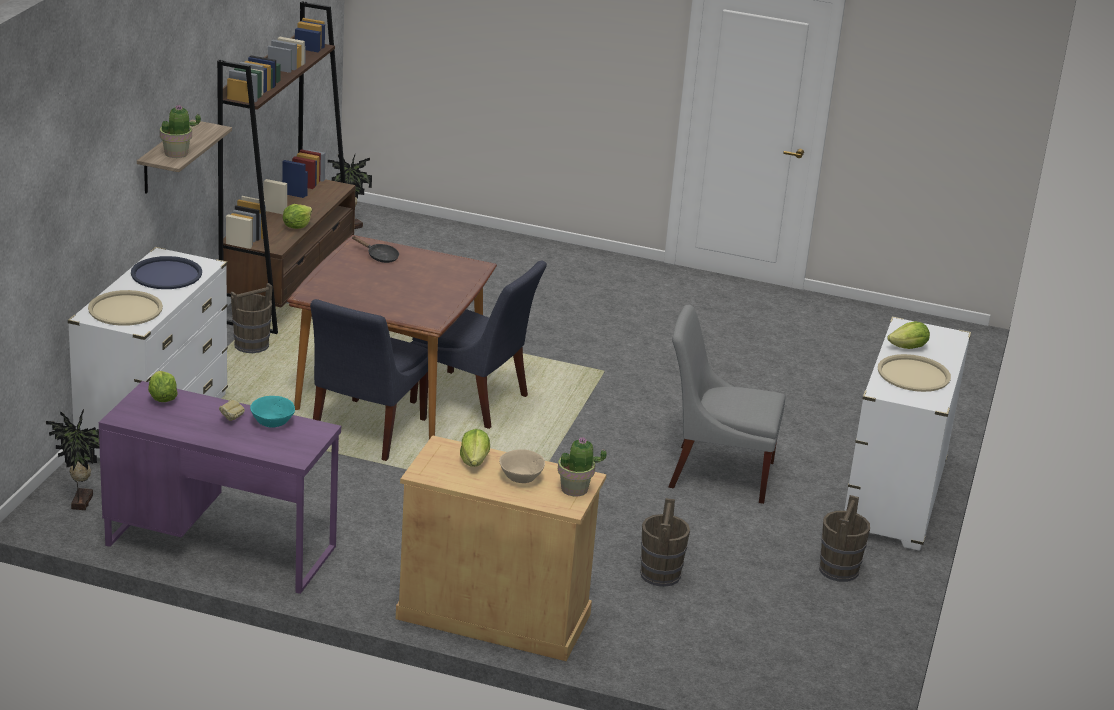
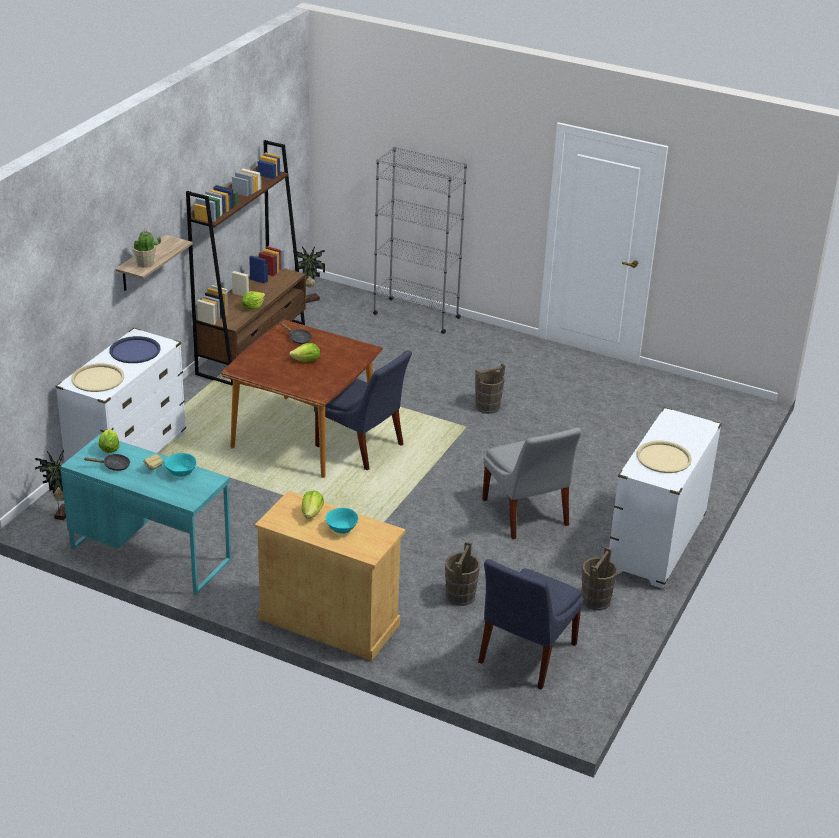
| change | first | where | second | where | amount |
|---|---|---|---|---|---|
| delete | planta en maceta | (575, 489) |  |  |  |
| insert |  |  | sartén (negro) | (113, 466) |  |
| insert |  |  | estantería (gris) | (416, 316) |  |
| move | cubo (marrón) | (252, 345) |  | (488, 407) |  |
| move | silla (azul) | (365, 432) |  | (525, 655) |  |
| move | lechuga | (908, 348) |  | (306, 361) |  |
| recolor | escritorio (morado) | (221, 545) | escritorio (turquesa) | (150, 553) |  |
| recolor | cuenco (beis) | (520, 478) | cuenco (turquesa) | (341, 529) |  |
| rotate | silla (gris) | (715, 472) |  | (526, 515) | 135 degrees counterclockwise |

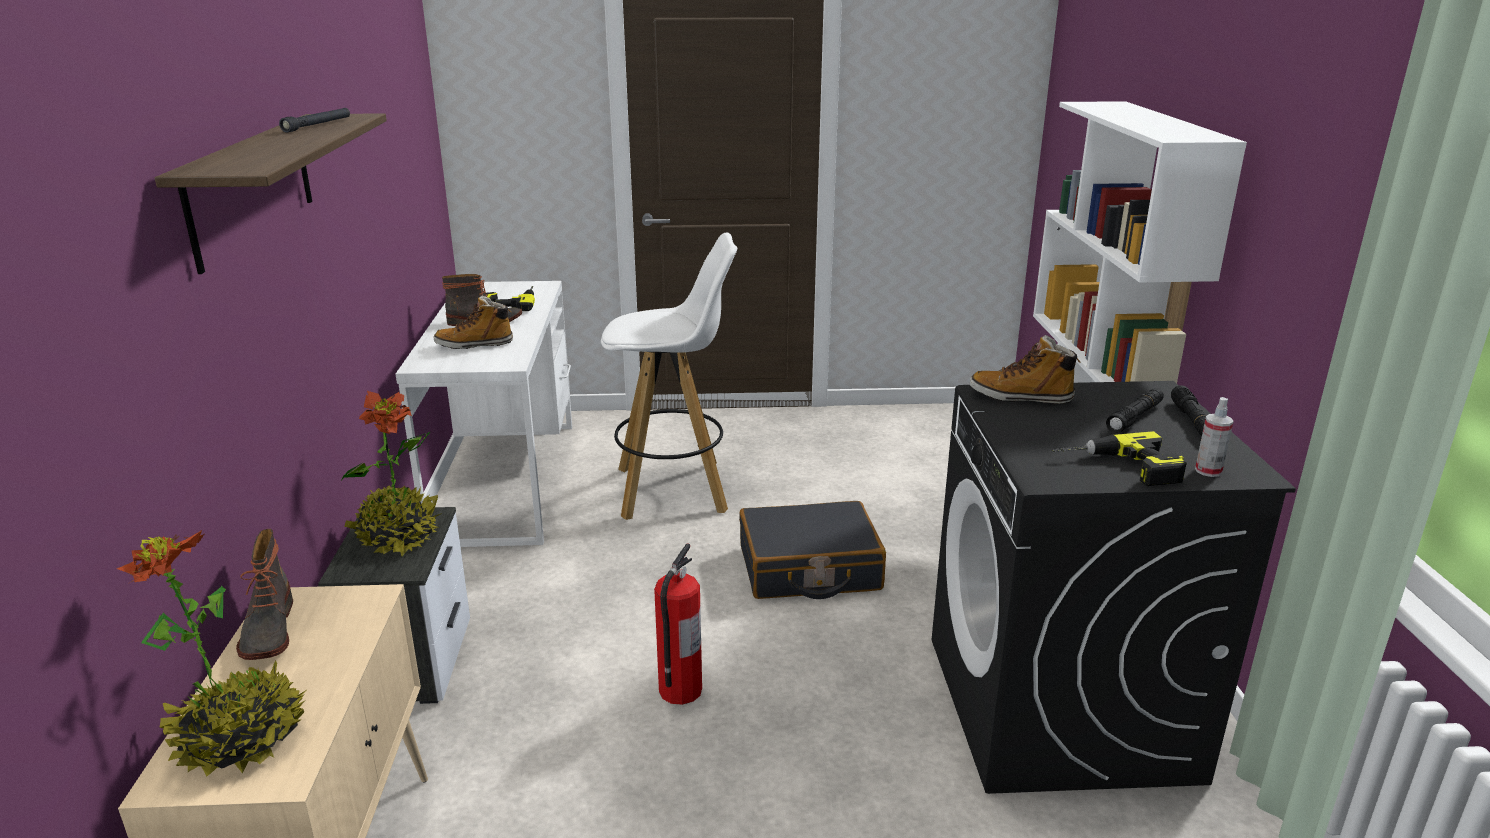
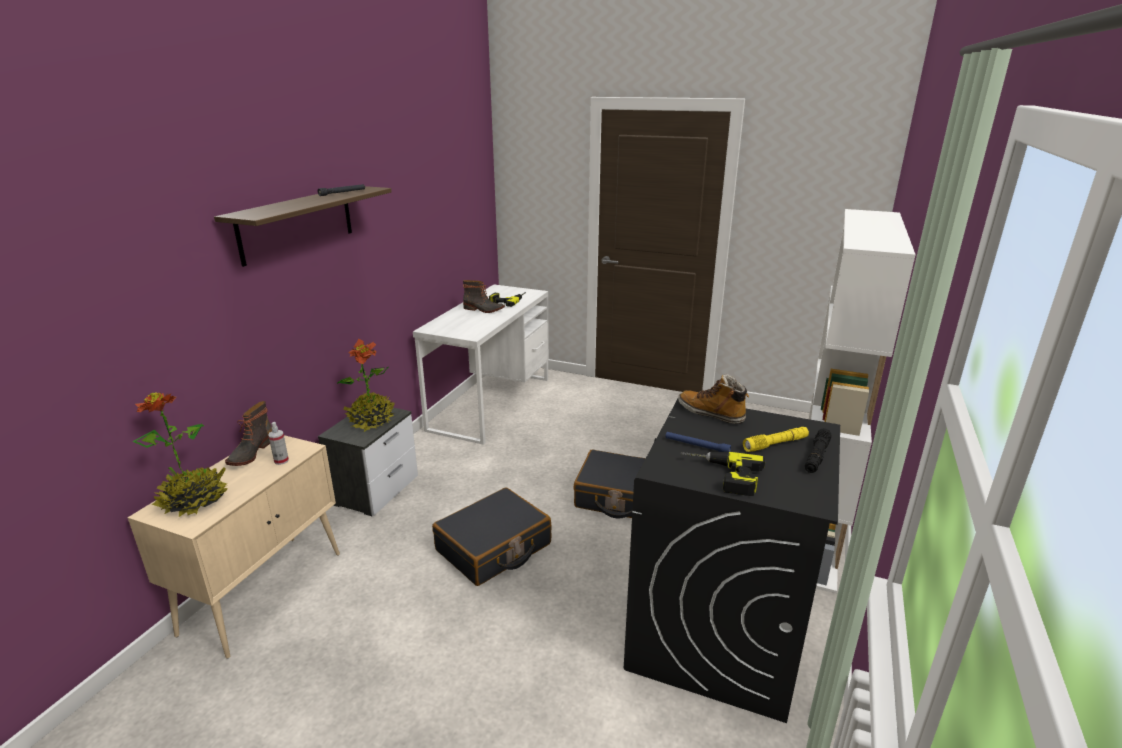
| change | first | where | second | where | amount |
|---|---|---|---|---|---|
| delete | bota | (475, 344) |  |  |  |
| delete | taburete (blanco) | (674, 490) |  |  |  |
| insert |  |  | linterna (azul) | (696, 446) |  |
| move | pulverizador | (1208, 471) |  | (281, 461) |  |
| replace | extintor | (680, 690) | maleta (negro) | (494, 548) |  |
| recolor | linterna (negro) | (1135, 418) | linterna (amarillo) | (775, 444) |  |

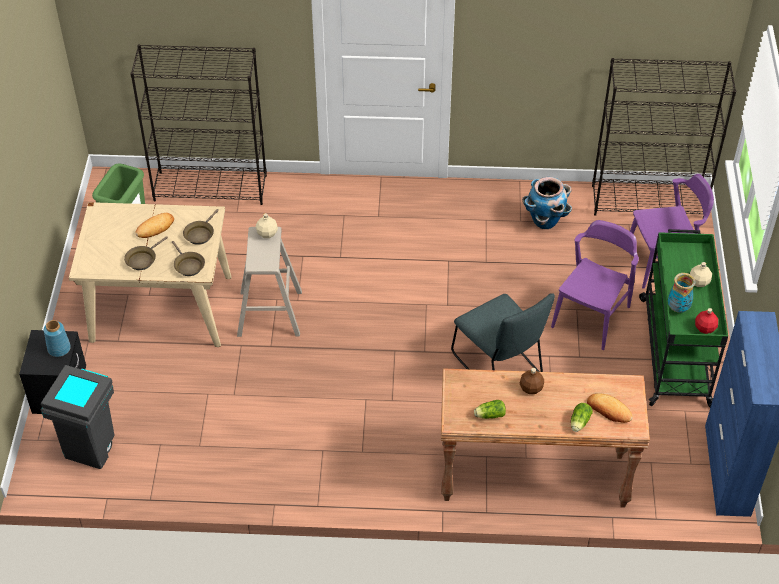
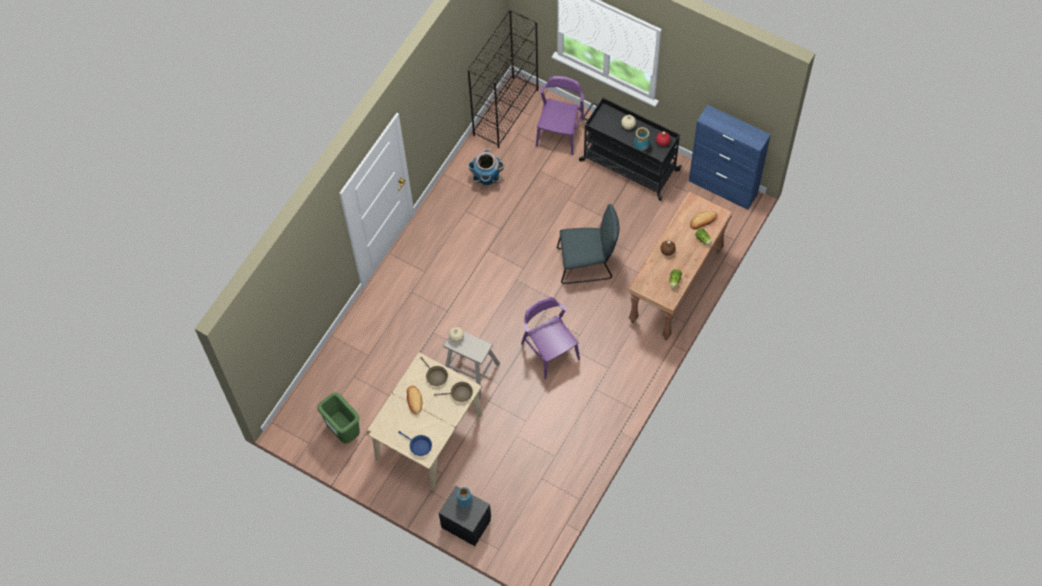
| change | first | where | second | where | amount |
|---|---|---|---|---|---|
| delete | papelera (gris) | (93, 447) |  |  |  |
| delete | sartén (marrón) | (142, 259) |  |  |  |
| delete | estantería (negro) | (211, 188) |  |  |  |
| insert |  |  | sartén (azul) | (419, 446) |  |
| move | silla (morado) | (591, 317) |  | (550, 351) |  |
| recolor | carrito (verde) | (674, 350) | carrito (negro) | (628, 165) |  |

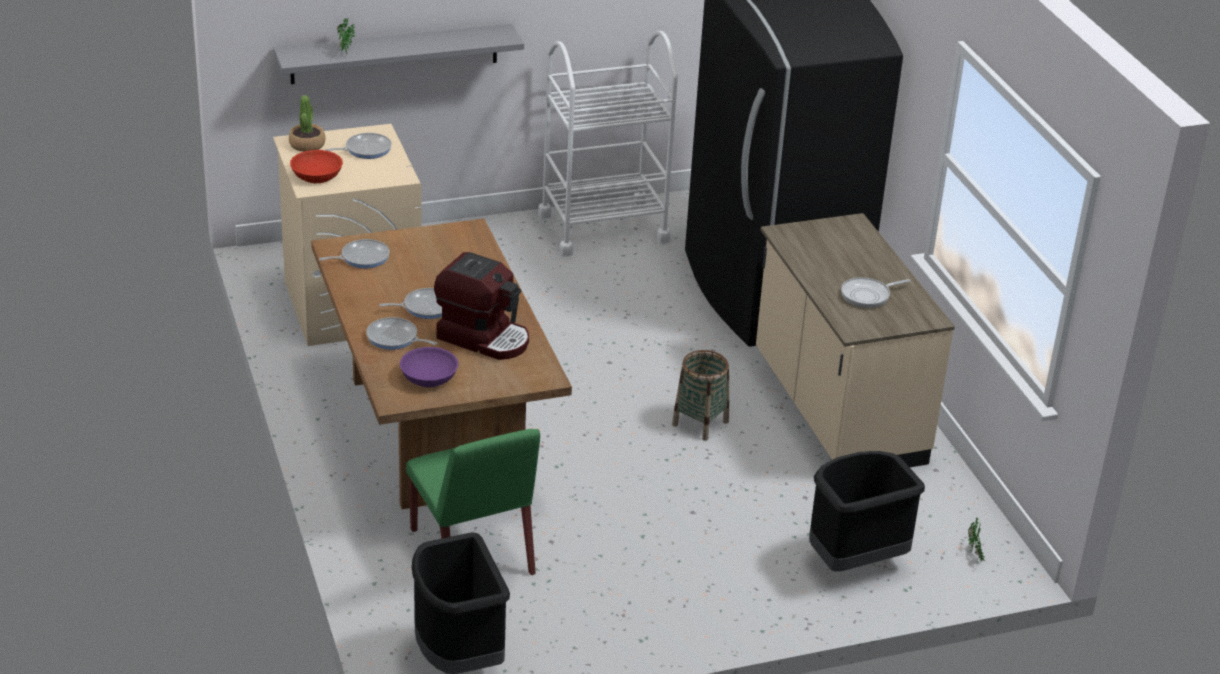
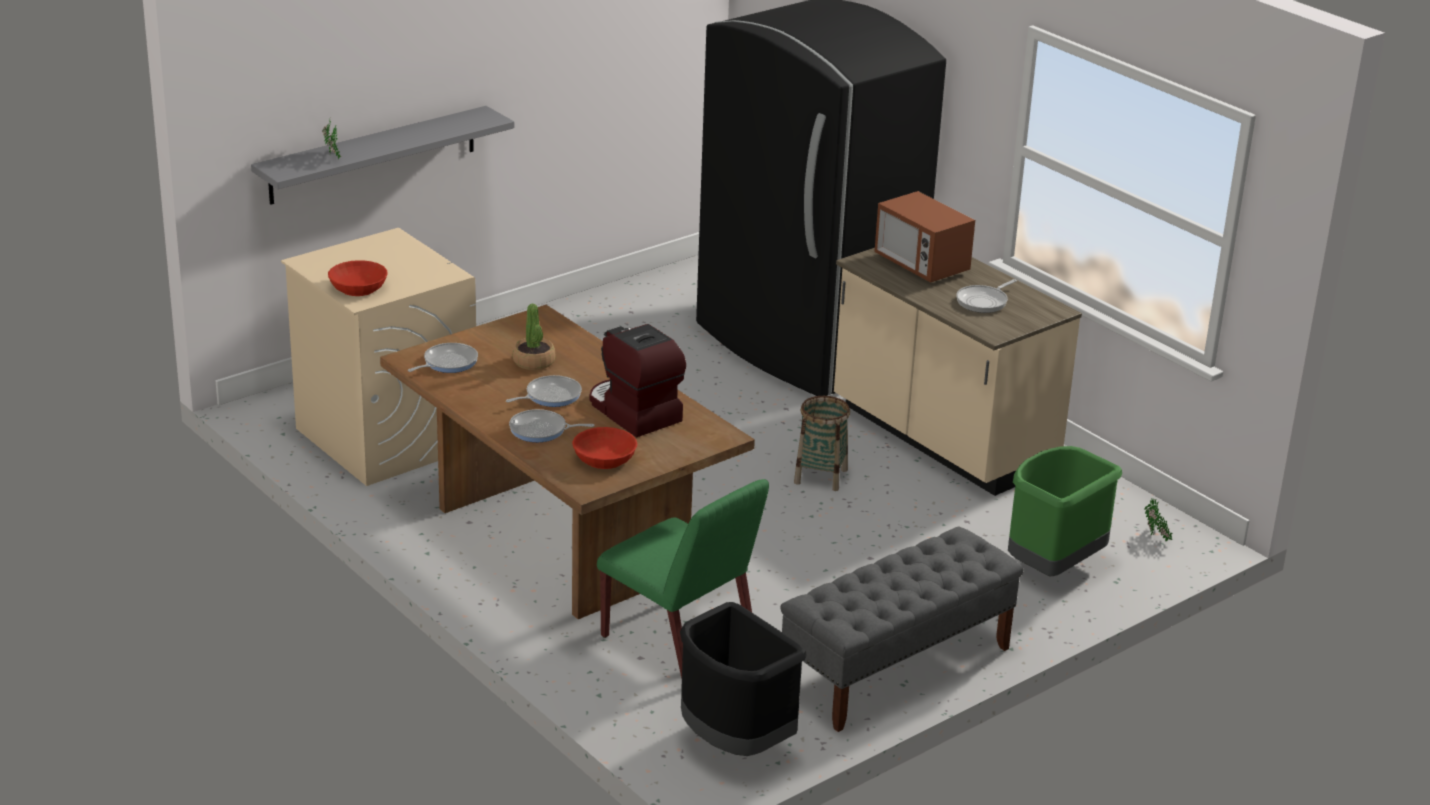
| change | first | where | second | where | amount |
|---|---|---|---|---|---|
| delete | sartén | (365, 149) |  |  |  |
| delete | carrito (blanco) | (603, 227) |  |  |  |
| insert |  |  | banco (gris) | (896, 669) |  |
| insert |  |  | microondas | (921, 266) |  |
| move | planta en maceta | (307, 145) |  | (534, 362) |  |
| recolor | cuenco (morado) | (429, 376) | cuenco (rojo) | (604, 458) |  |
| recolor | papelera (negro) | (854, 561) | papelera (verde) | (1052, 568) |  |
| rotate | cafetera | (484, 337) |  | (632, 412) | 135 degrees counterclockwise |

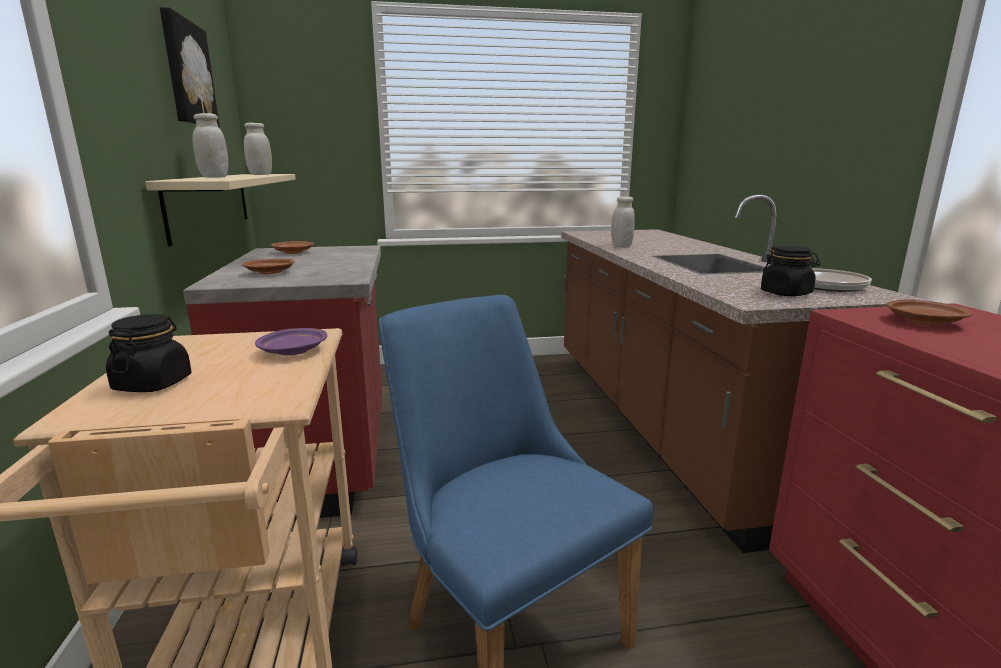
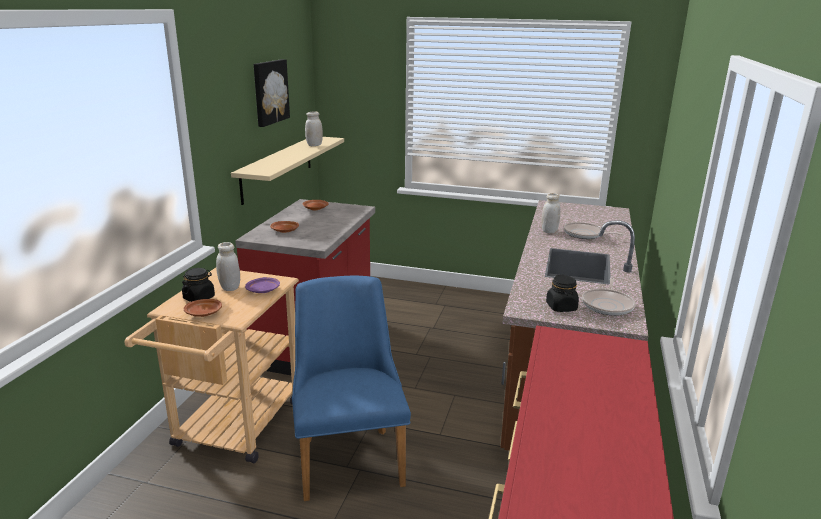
| change | first | where | second | where | amount |
|---|---|---|---|---|---|
| insert |  |  | sartén | (585, 234) |  |
| move | tarro (blanco) | (214, 177) |  | (230, 287) |  |
| move | plato (marrón) | (924, 321) |  | (204, 313) |  |

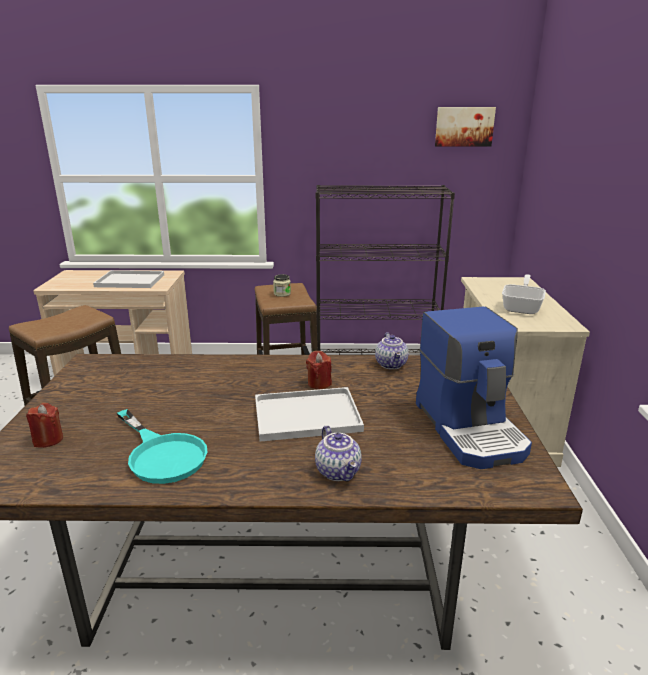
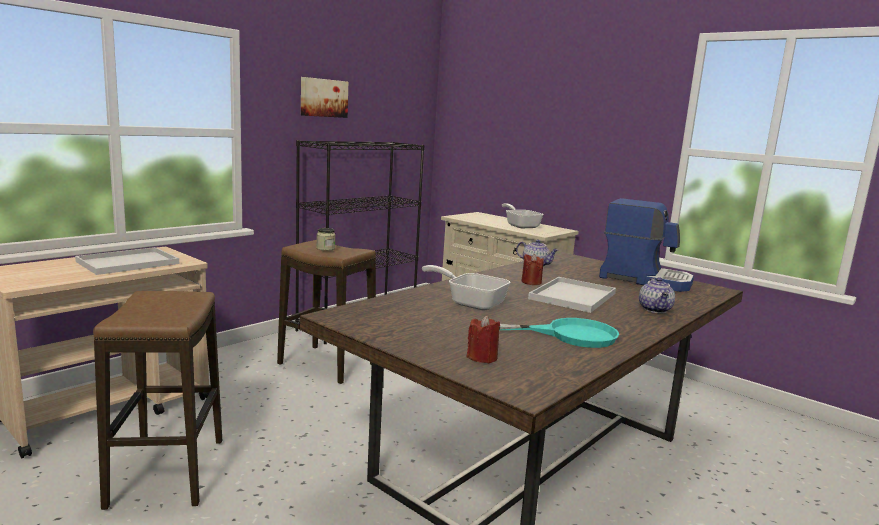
| change | first | where | second | where | amount |
|---|---|---|---|---|---|
| insert |  |  | sartén | (470, 302) |  |
| move | cuadro | (464, 126) |  | (323, 98) |  |
| rotate | tetera | (339, 472) |  | (655, 310) | 75 degrees clockwise |

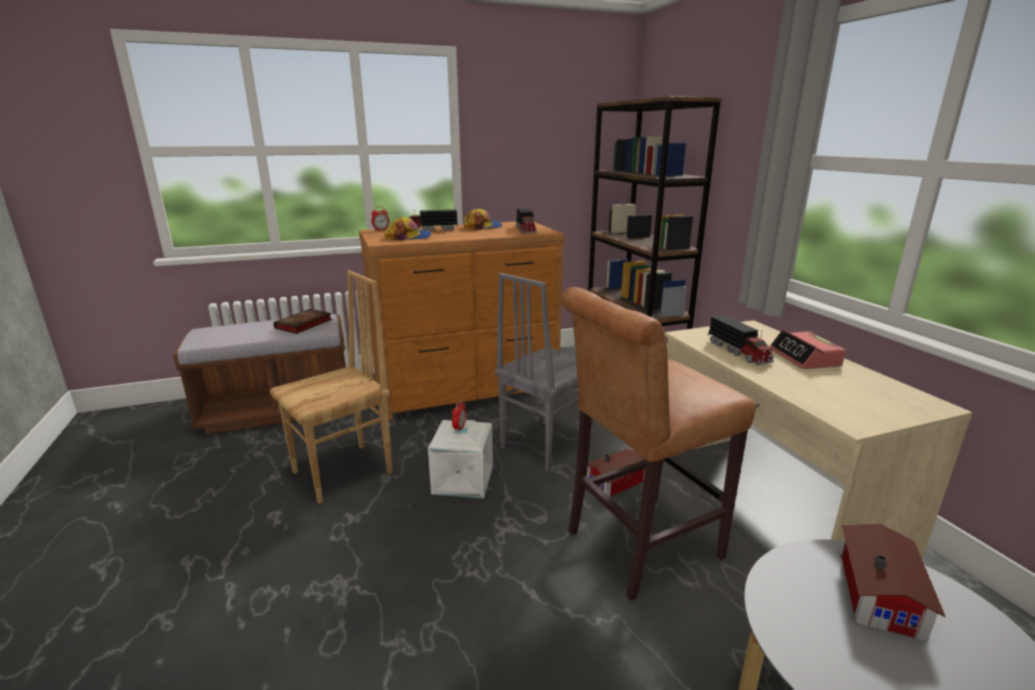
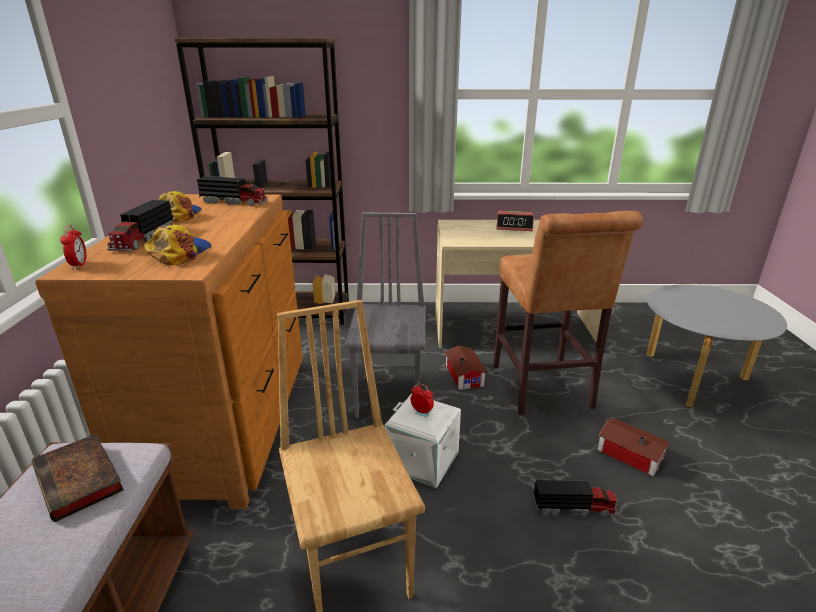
| change | first | where | second | where | amount |
|---|---|---|---|---|---|
| move | camión de juguete | (739, 352) |  | (574, 507) |  |
| move | casita | (882, 591) |  | (629, 452) |  |
| rotate | silla (gris) | (544, 445) |  | (391, 396) | 150 degrees counterclockwise |

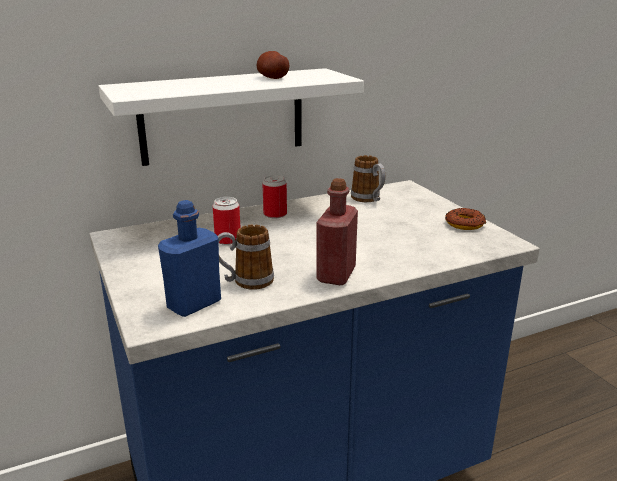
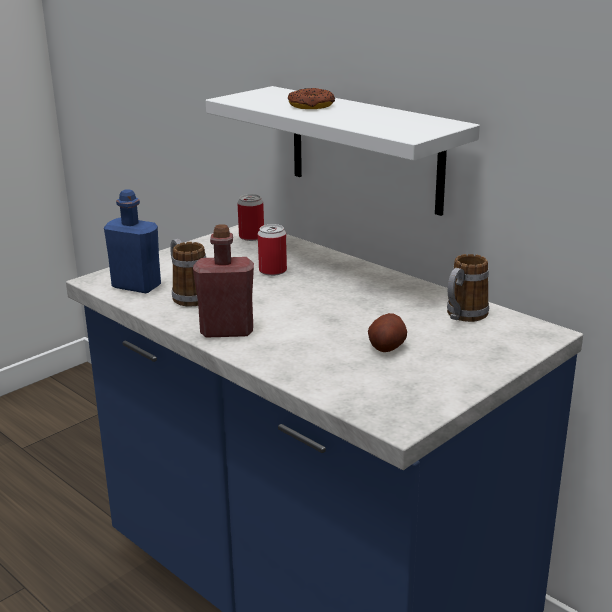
| change | first | where | second | where | amount |
|---|---|---|---|---|---|
| move | patata | (272, 78) |  | (386, 347) |  |
| move | lata | (275, 214) |  | (251, 237) |  |
| move | rosquilla | (464, 224) |  | (311, 105) |  |

